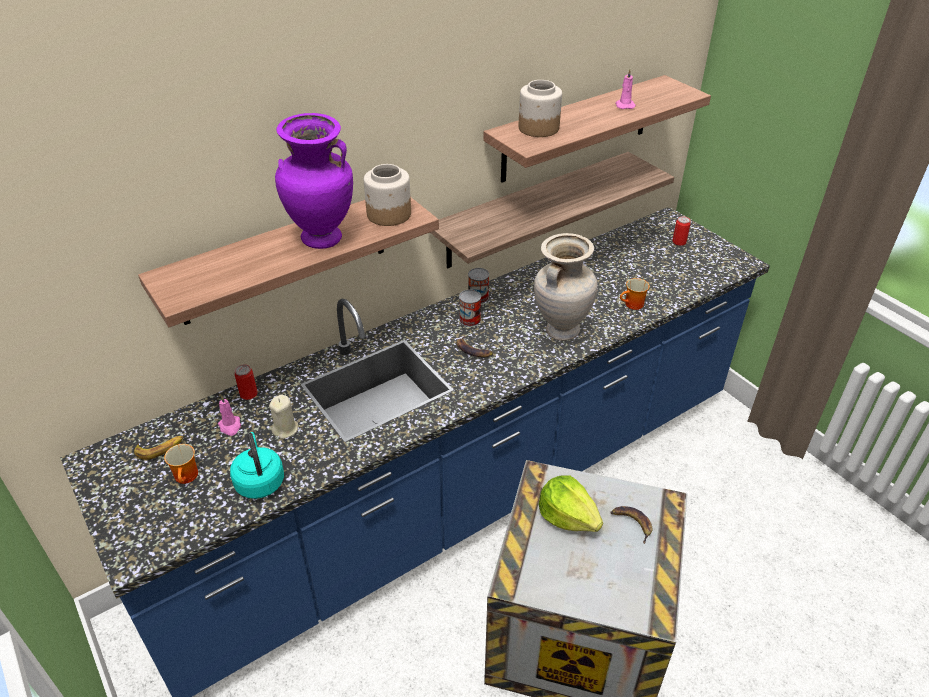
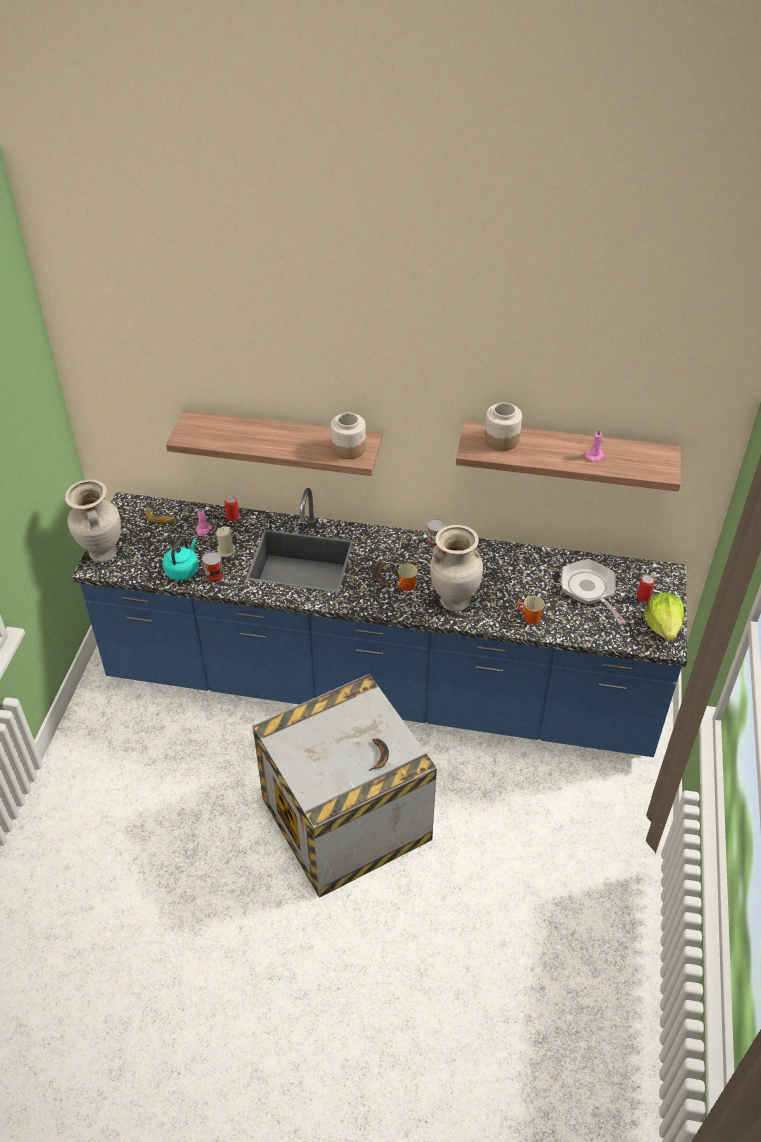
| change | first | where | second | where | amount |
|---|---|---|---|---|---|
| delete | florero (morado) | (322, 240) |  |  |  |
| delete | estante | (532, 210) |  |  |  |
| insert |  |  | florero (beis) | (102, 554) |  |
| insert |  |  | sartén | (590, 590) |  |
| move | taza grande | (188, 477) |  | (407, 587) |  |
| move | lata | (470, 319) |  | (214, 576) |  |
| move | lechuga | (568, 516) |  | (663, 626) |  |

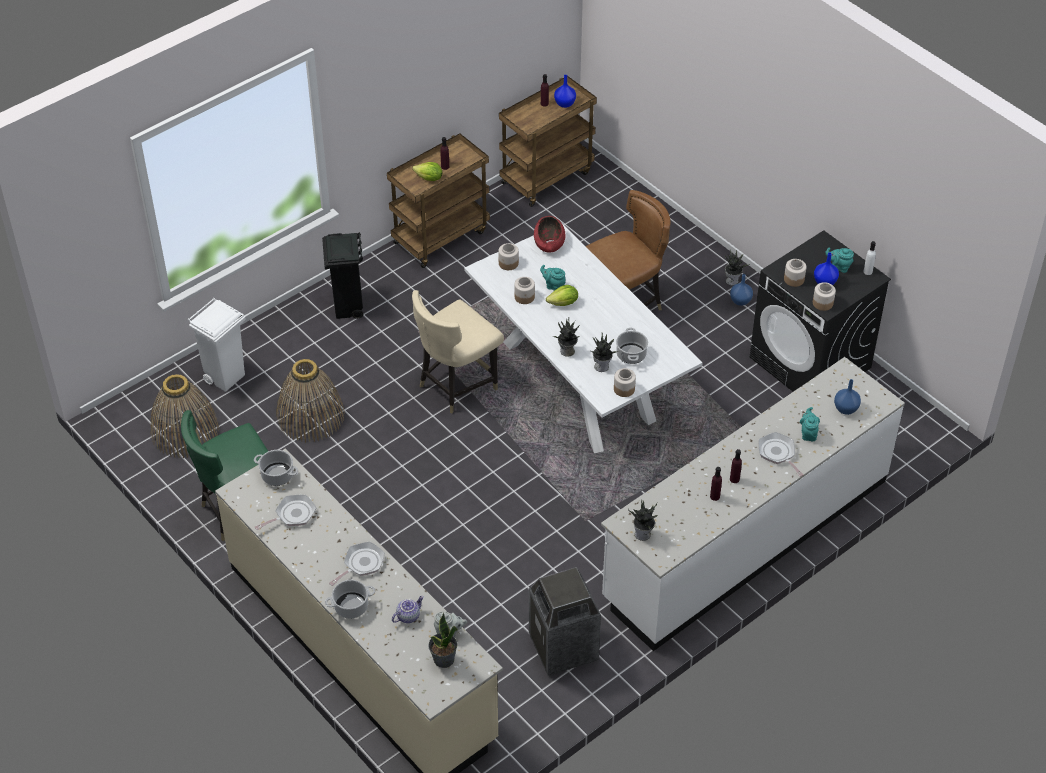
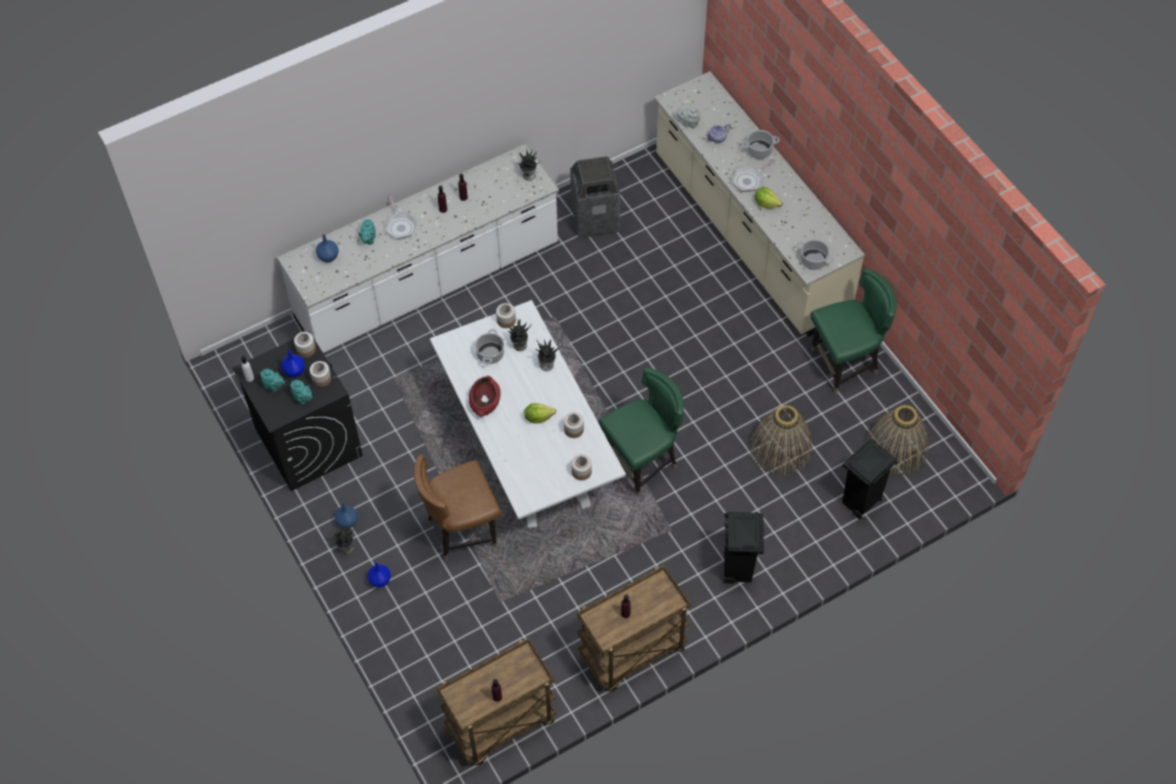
| change | first | where | second | where | amount |
|---|---|---|---|---|---|
| delete | sartén | (292, 515) |  |  |  |
| delete | planta en maceta | (443, 659) |  |  |  |
| move | lechuga | (429, 178) |  | (766, 203) |  |
| move | cuenco (rojo) | (549, 242) |  | (484, 401) |  |
| move | tetera (turquesa) | (553, 286) |  | (303, 398) |  |
| move | florero (azul) | (564, 104) |  | (380, 580) |  |
| recolor | papelera (blanco) | (226, 377) | papelera (negro) | (860, 503) |  |
| recolor | silla (beis) | (456, 385) | silla (verde) | (642, 463) |  |

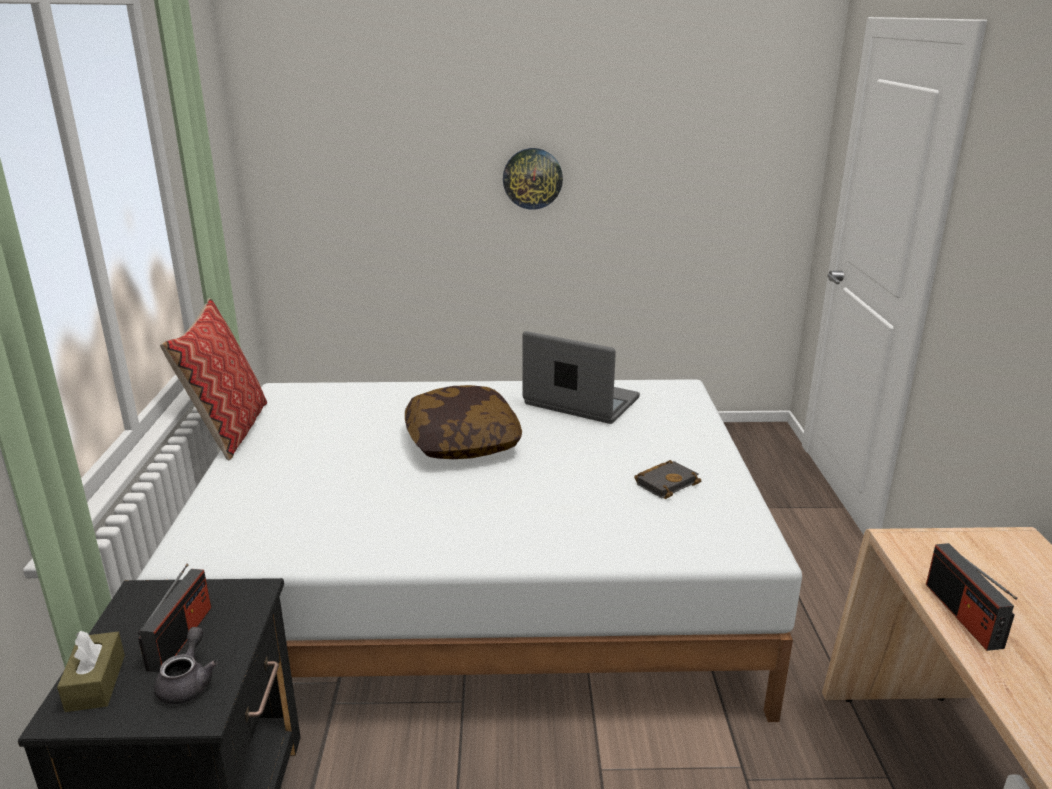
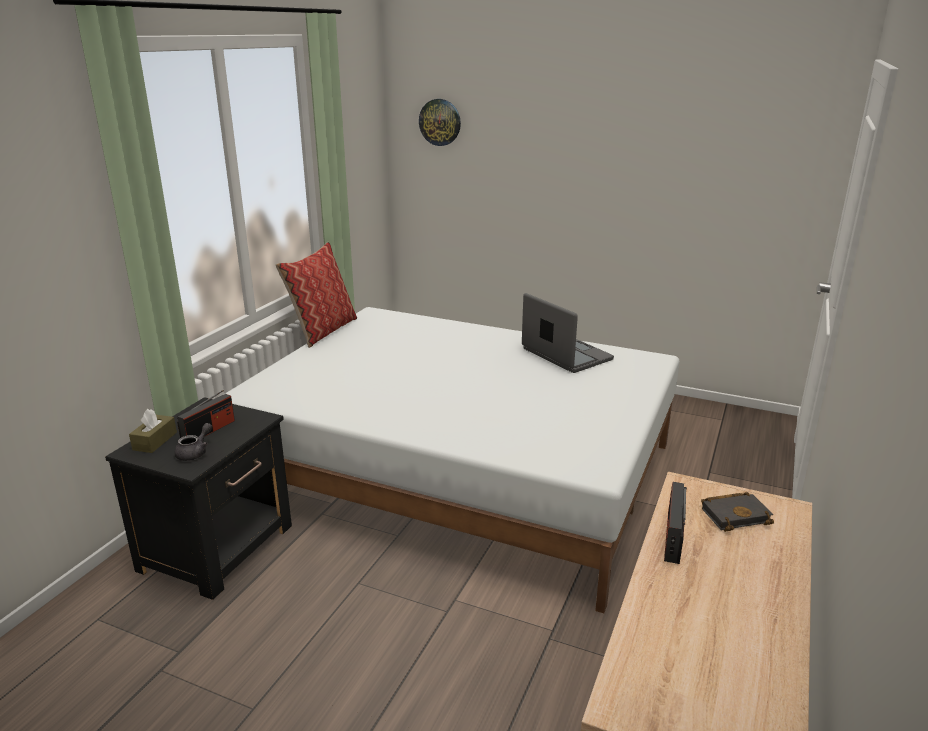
| change | first | where | second | where | amount |
|---|---|---|---|---|---|
| delete | cojín | (462, 442) |  |  |  |
| move | reloj de pared | (532, 178) |  | (440, 122) |  |
| move | libro (negro) | (666, 482) |  | (735, 514) |  |

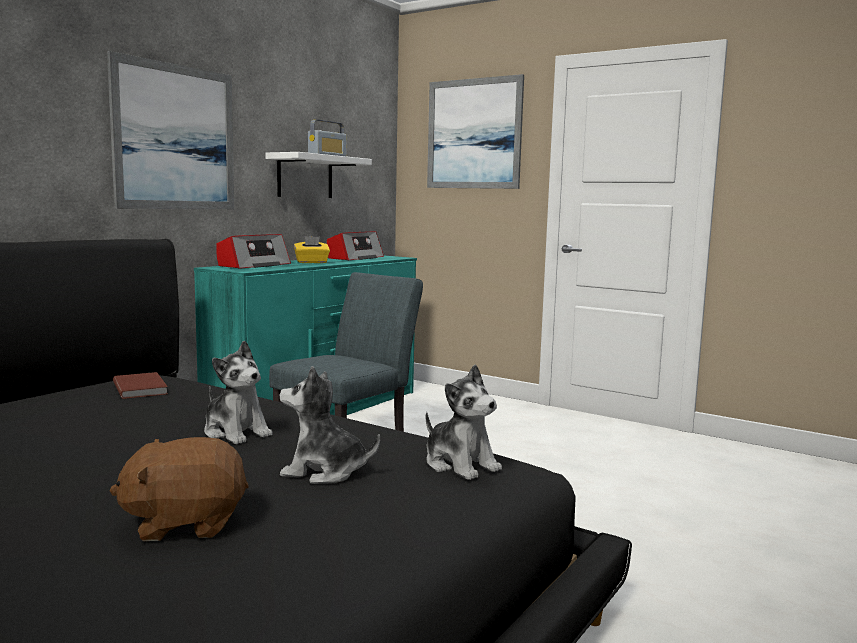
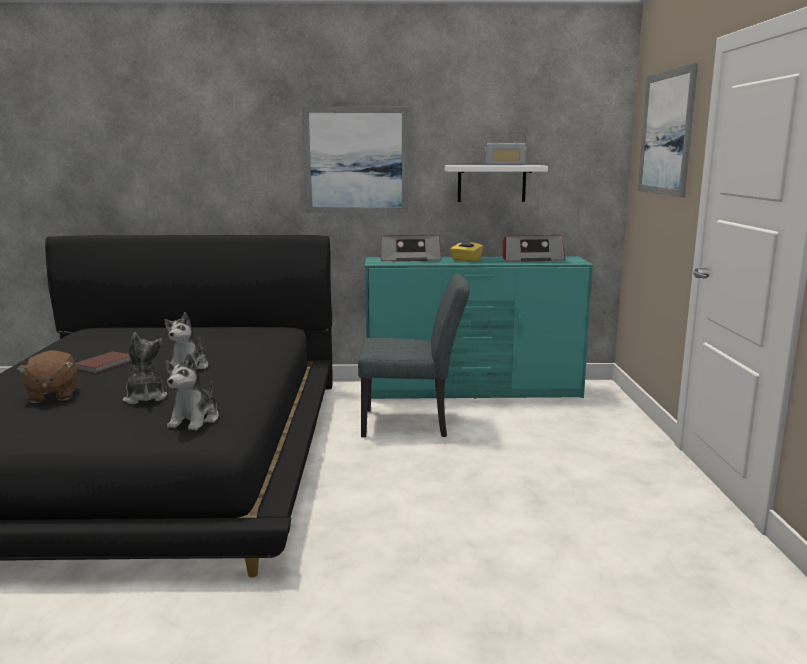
| change | first | where | second | where | amount |
|---|---|---|---|---|---|
| move | libro (marrón) | (141, 388) |  | (106, 364) |  |
| rotate | peluche (marrón) | (185, 523) |  | (52, 395) | 150 degrees counterclockwise |

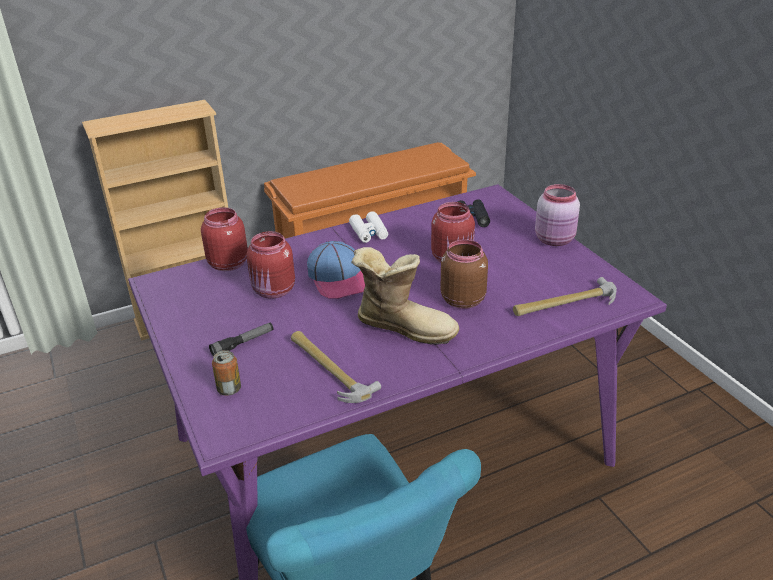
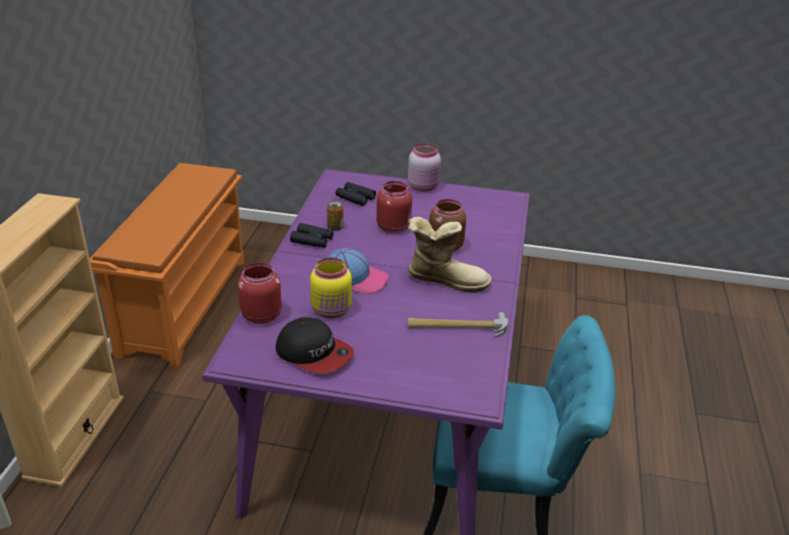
| change | first | where | second | where | amount |
|---|---|---|---|---|---|
| delete | linterna | (243, 343) |  |  |  |
| delete | martillo | (565, 303) |  |  |  |
| insert |  |  | gorra | (314, 353) |  |
| move | lata | (229, 389) |  | (335, 227) |  |
| recolor | tarro (rojo) | (274, 291) | tarro (amarillo) | (332, 311) |  |
| recolor | prismáticos (blanco) | (369, 232) | prismáticos (negro) | (312, 240) |  |
| rotate | bota | (405, 326) |  | (446, 279) | 45 degrees clockwise |

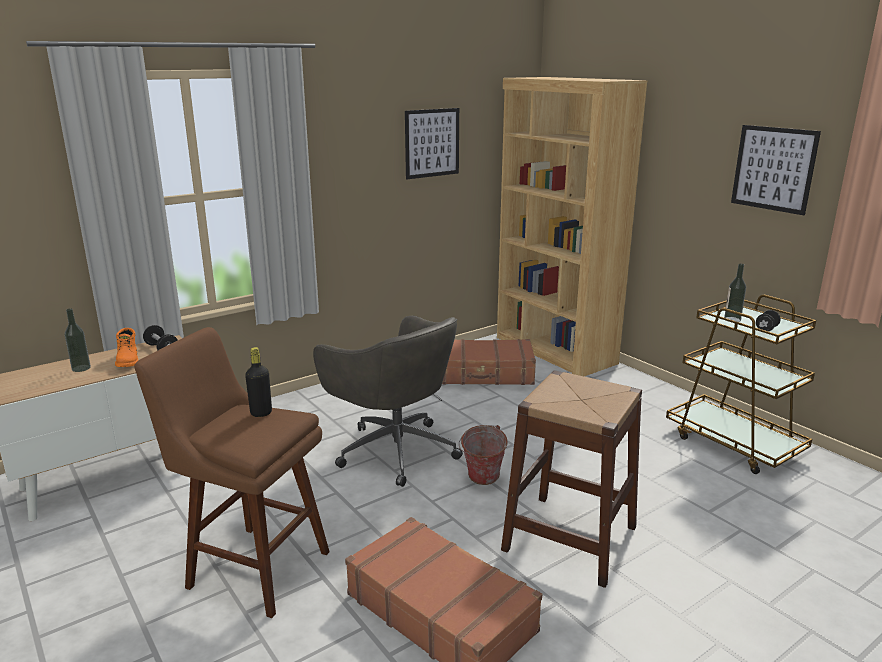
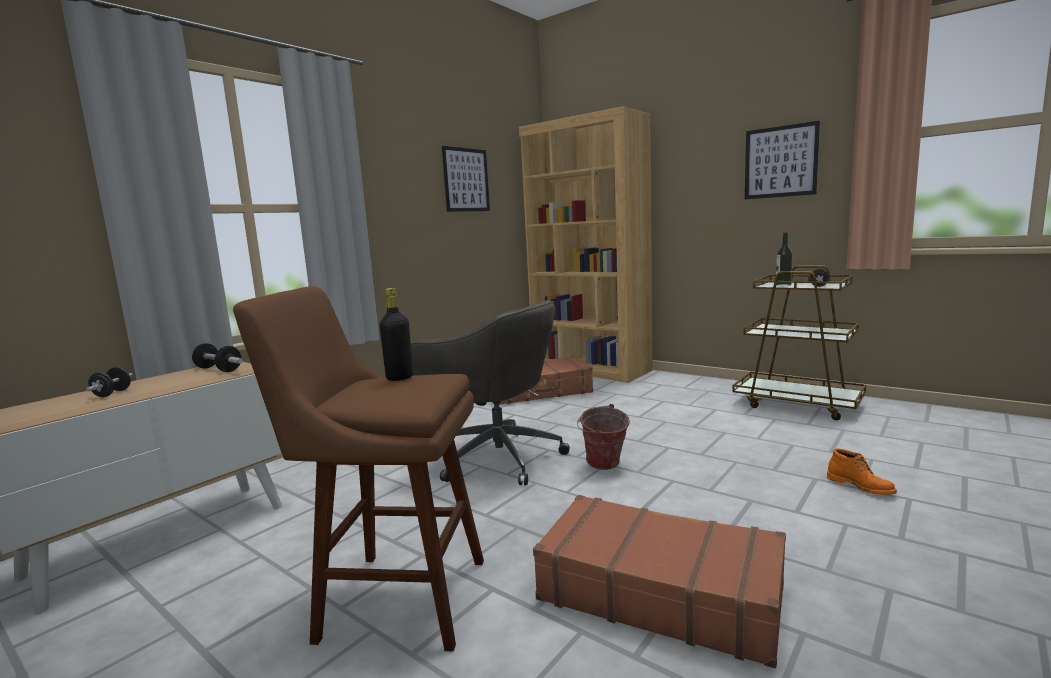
| change | first | where | second | where | amount |
|---|---|---|---|---|---|
| delete | taburete (marrón) | (570, 538) |  |  |  |
| move | bota (naranja) | (128, 360) |  | (861, 486) |  |
| replace | botella | (81, 368) | mancuerna (negro) | (112, 393) |  |

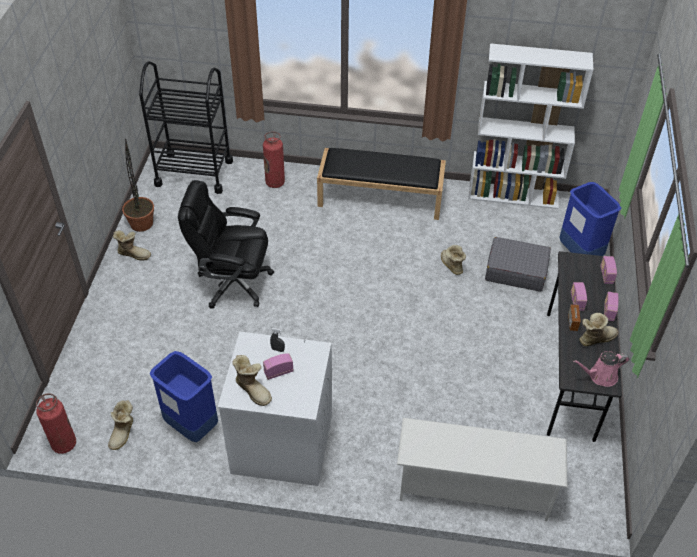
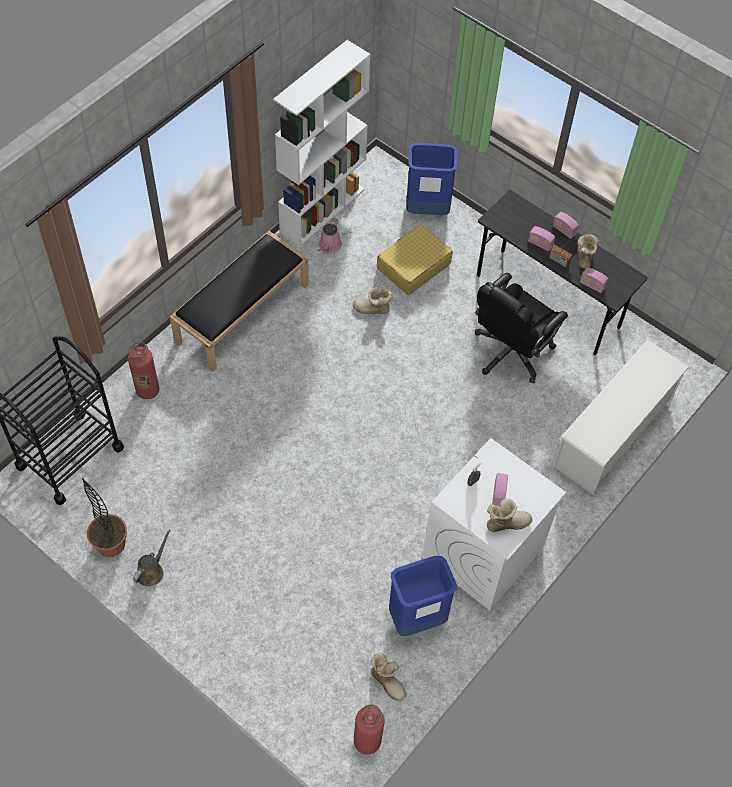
| change | first | where | second | where | amount |
|---|---|---|---|---|---|
| move | silla de oficina (negro) | (232, 282) |  | (511, 352) |  |
| move | regadera (rosa) | (600, 376) |  | (329, 246) |  |
| move | radio | (606, 275) |  | (592, 285) |  |
| replace | bota | (134, 253) | regadera (marrón) | (151, 571) |  |
| recolor | maleta (gris) | (516, 270) | maleta (amarillo) | (413, 266) |  |

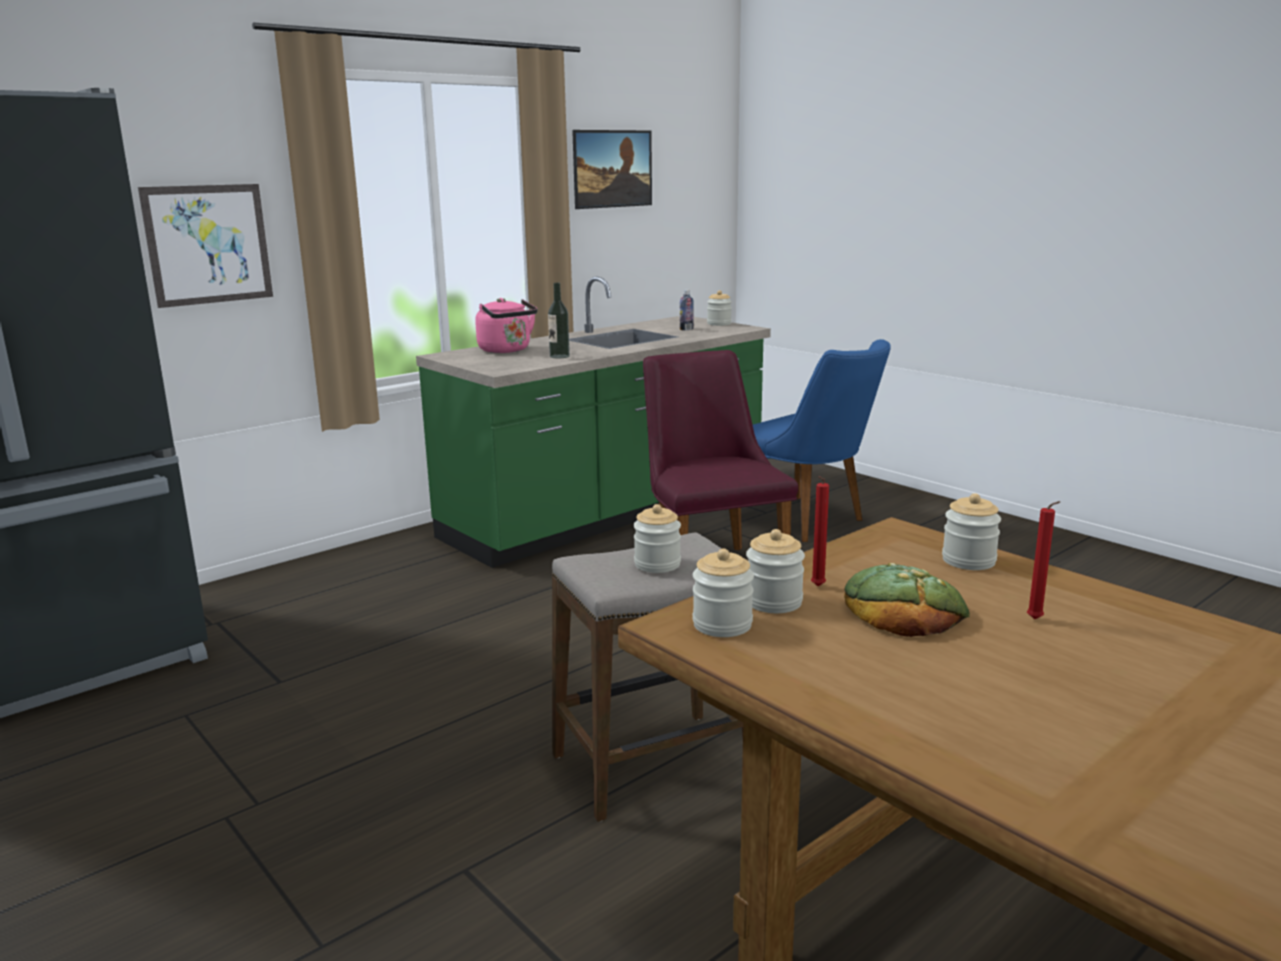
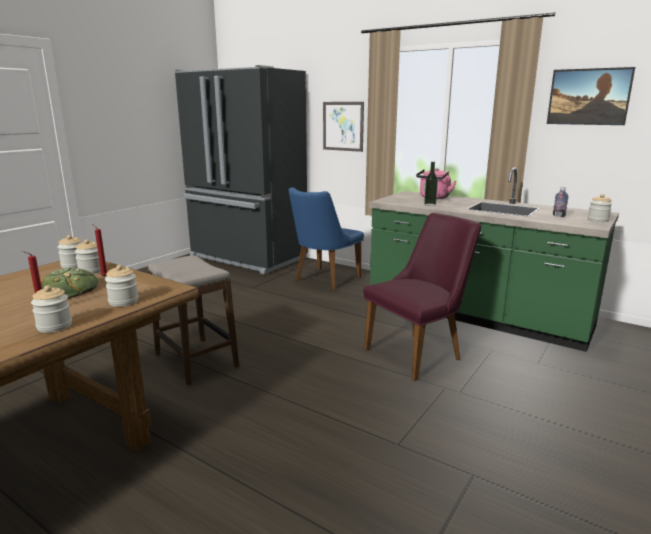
| change | first | where | second | where | amount |
|---|---|---|---|---|---|
| move | tarro | (657, 564) |  | (54, 326) |  |
| move | silla (azul) | (808, 522) |  | (323, 280) |  |

